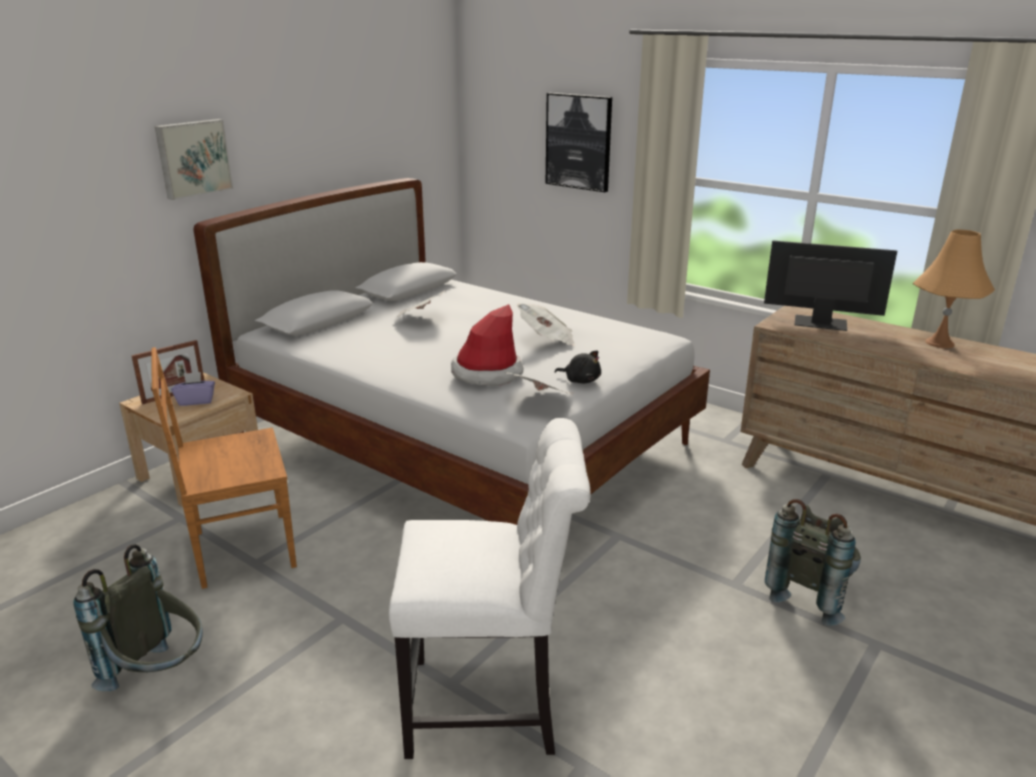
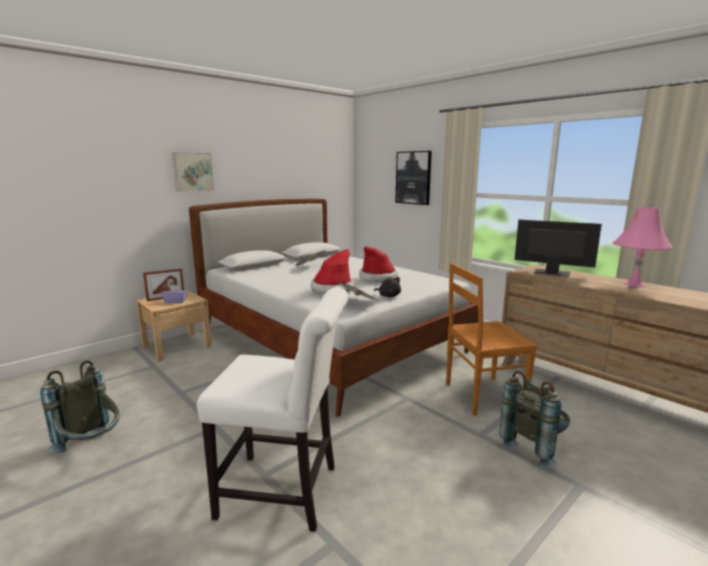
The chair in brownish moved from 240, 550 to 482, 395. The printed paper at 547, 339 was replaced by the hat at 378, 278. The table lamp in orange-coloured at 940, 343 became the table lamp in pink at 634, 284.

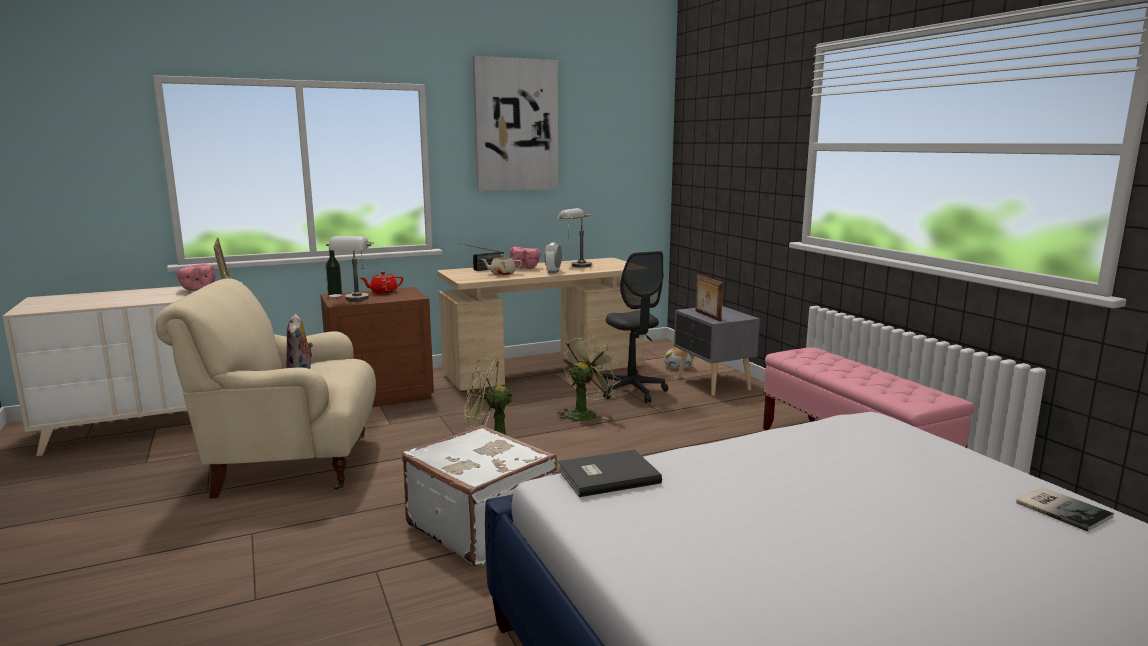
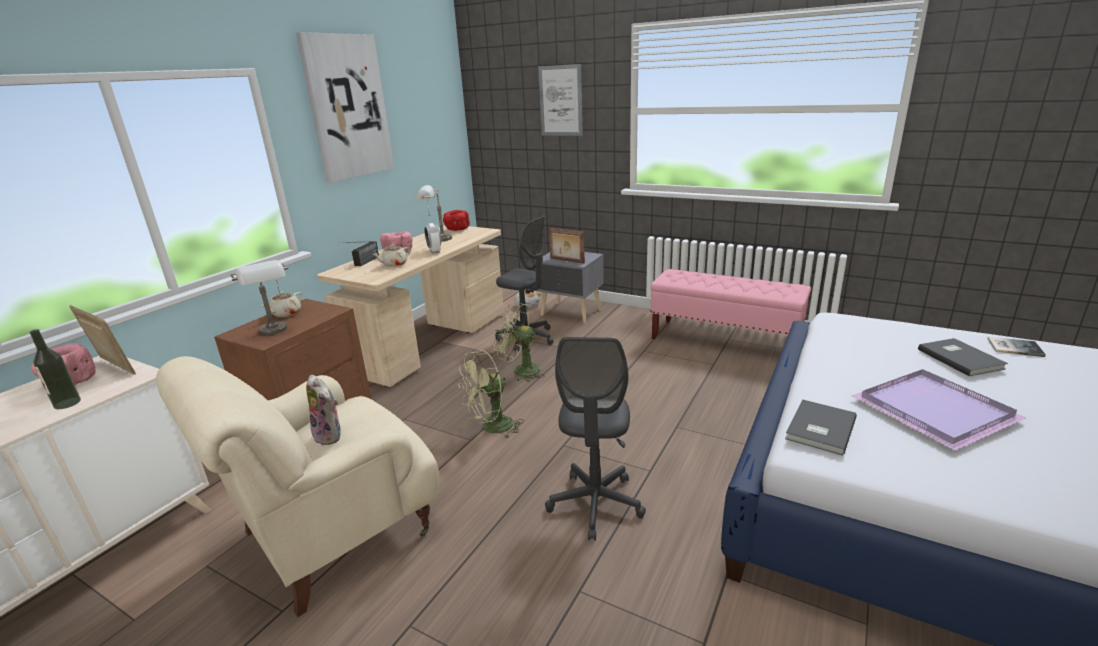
The bowl in red at 457, 229 appeared. The wall art at 561, 101 appeared. The carrying tray in purple at 933, 409 appeared. The bound book in greyish at 960, 358 appeared. The bottle moved from 335, 295 to 67, 403. The suitcase in whitish at 482, 526 was replaced by the office chair in greyish at 595, 504. The teapot in red at 383, 292 became the teapot in beige at 286, 314. The cooling fan in greenish at 585, 413 turned 75 degrees counterclockwise.

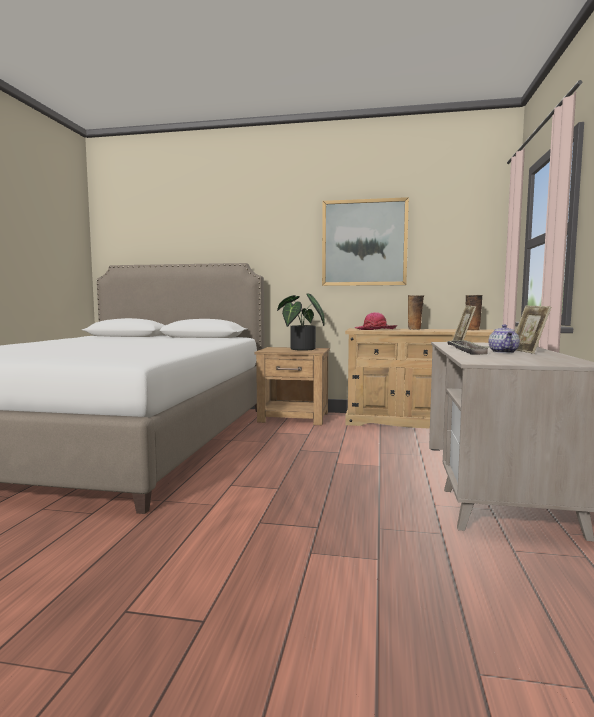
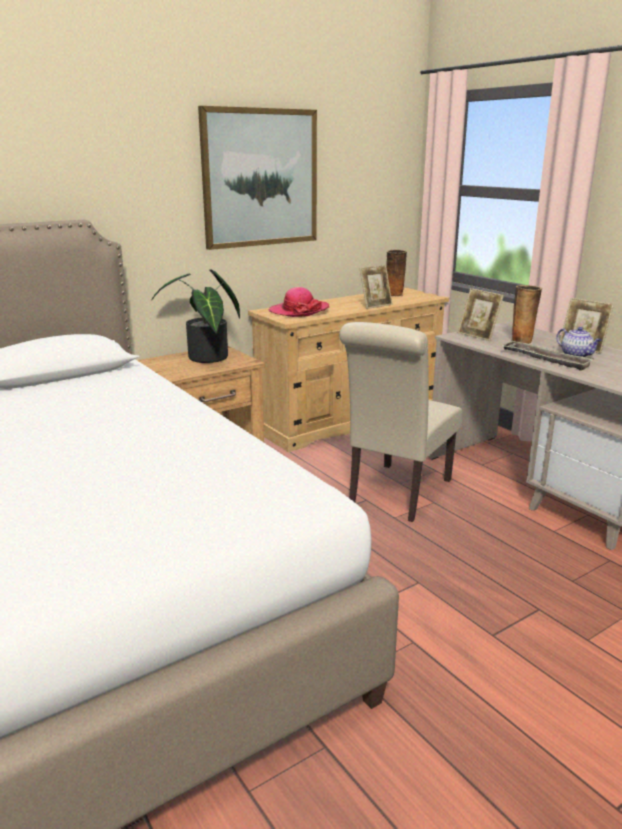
The chair in beige at 396, 494 appeared. The standing frame at 375, 306 appeared. The flower vase moved from 415, 329 to 522, 341.

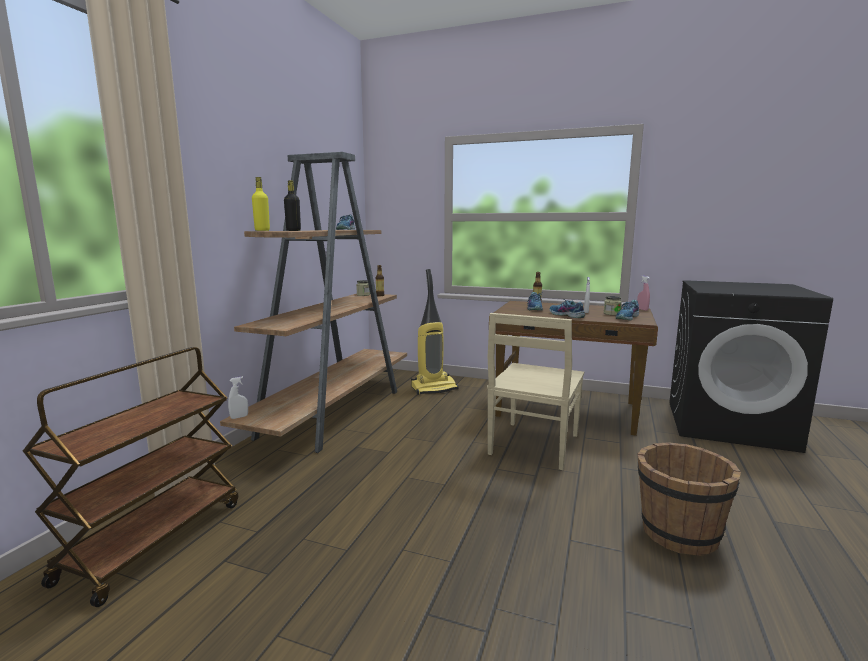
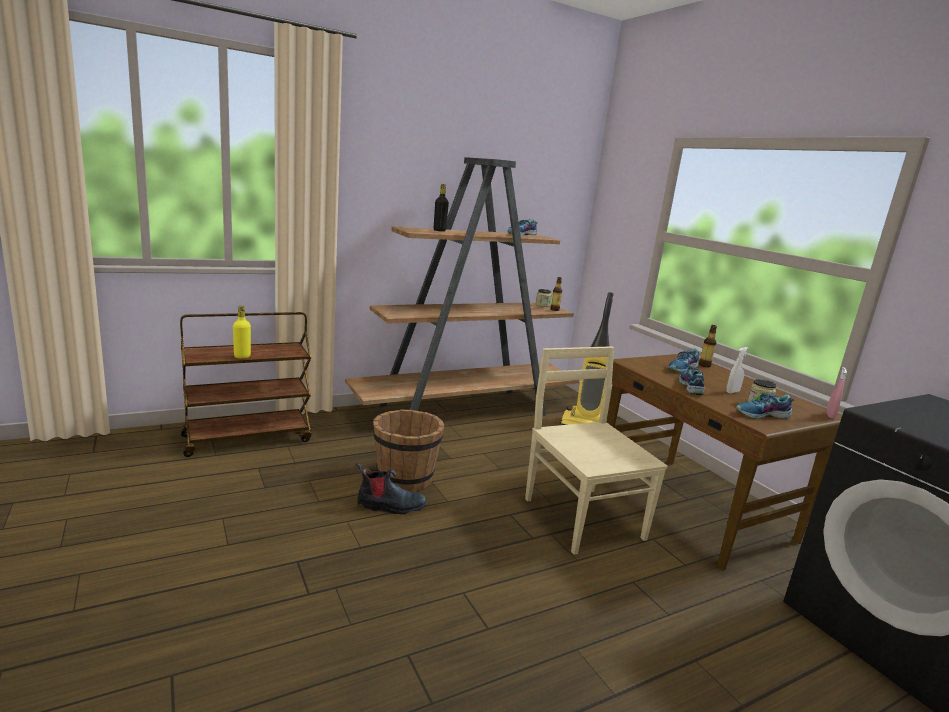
The sprayer in whitish at 239, 417 disappeared. The boot at 390, 506 appeared. The bottle in yellow-coloured moved from 262, 230 to 242, 356. The water bucket in brownish moved from 678, 533 to 405, 478. The chair in beige at 533, 445 turned 90 degrees clockwise.

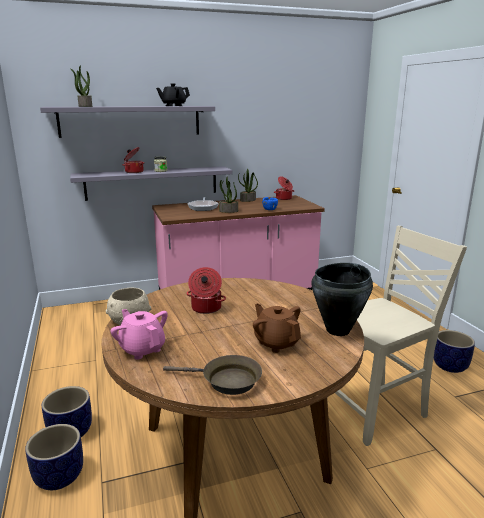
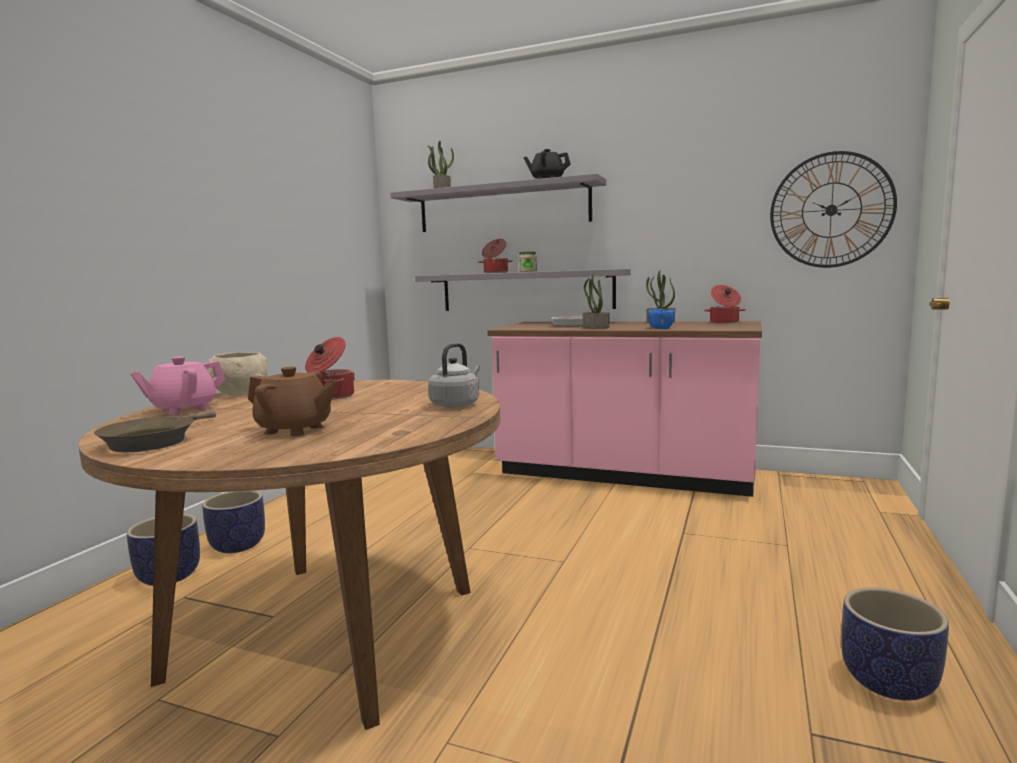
The saucepot in black at 338, 330 disappeared. The chair in beige at 375, 410 disappeared. The water kettle in greyish at 456, 404 appeared. The clock on the wall at 831, 210 appeared. The teapot in pink at 142, 349 turned 135 degrees counterclockwise. The frying pan in brownish at 226, 381 turned 45 degrees clockwise. The teapot in brownish at 276, 343 turned 105 degrees clockwise.

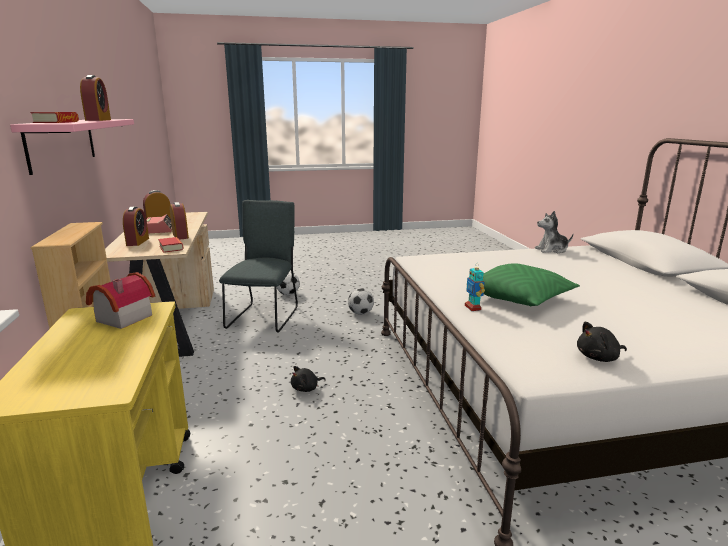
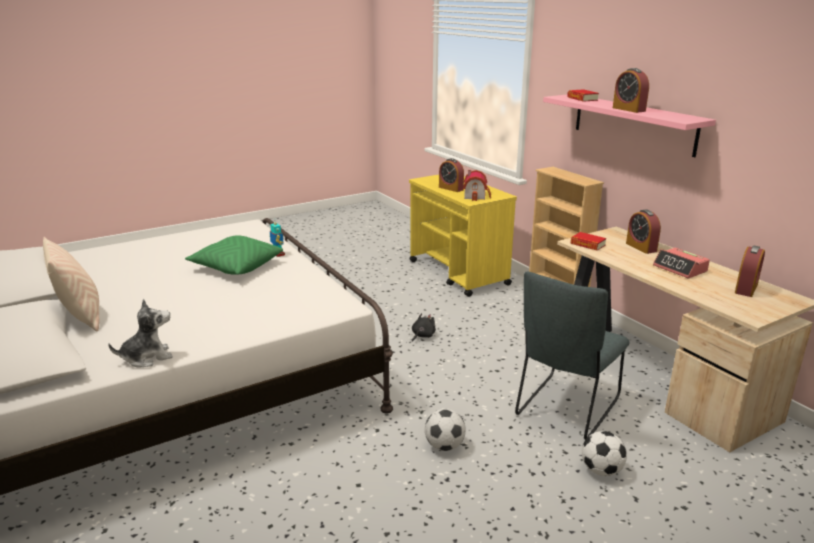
The soft toy in black at 599, 358 disappeared. The cushion in beige at 81, 317 appeared. The bedside clock moved from 180, 236 to 451, 188. The chair in greyish at 264, 316 turned 45 degrees clockwise.

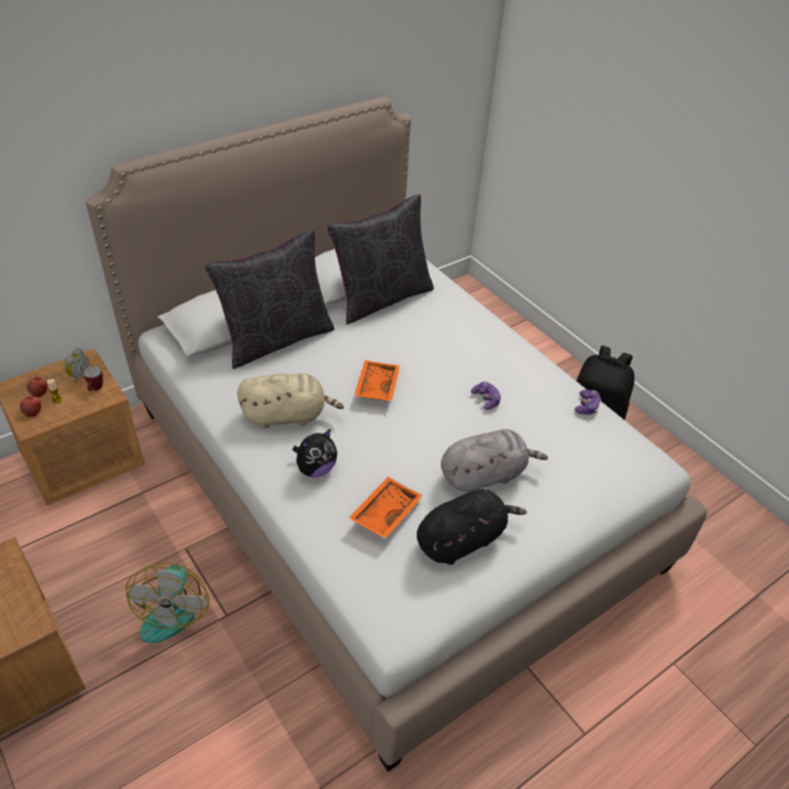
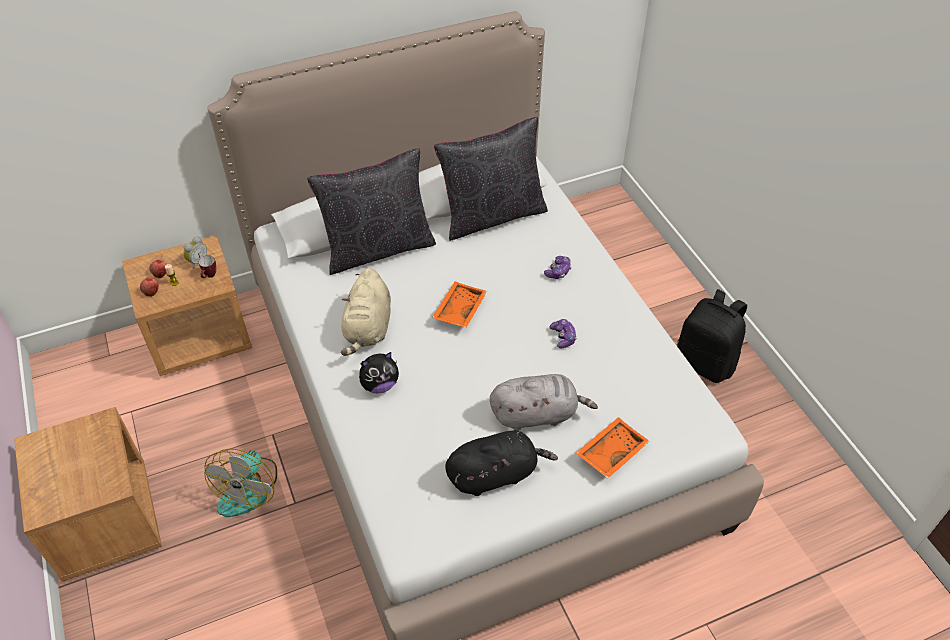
The carrying tray in orange-coloured moved from 384, 512 to 610, 452. The gamepad moved from 586, 406 to 558, 271. The soft toy in beige at 288, 415 turned 90 degrees clockwise.

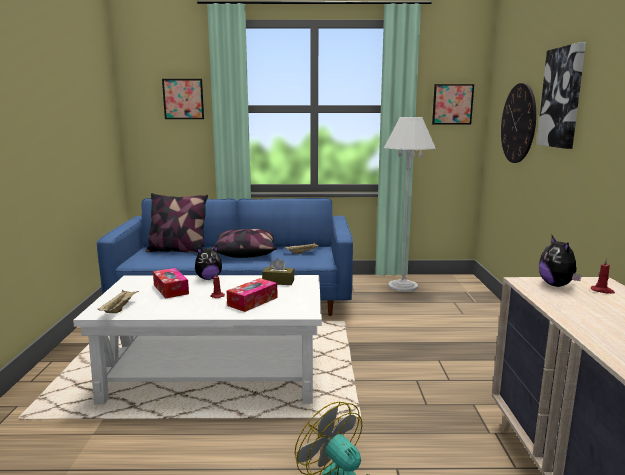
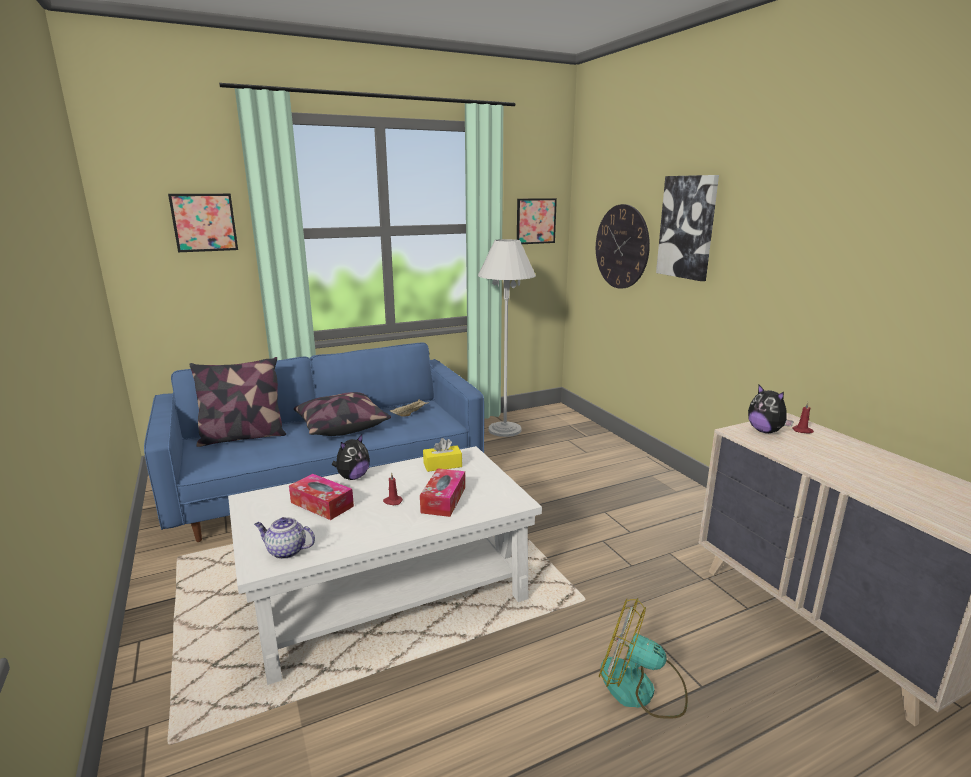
The carrying tray in beige at 119, 309 was replaced by the teapot at 285, 551. The tissue holder in brownish at 278, 282 became the tissue holder in yellow-coloured at 442, 465.

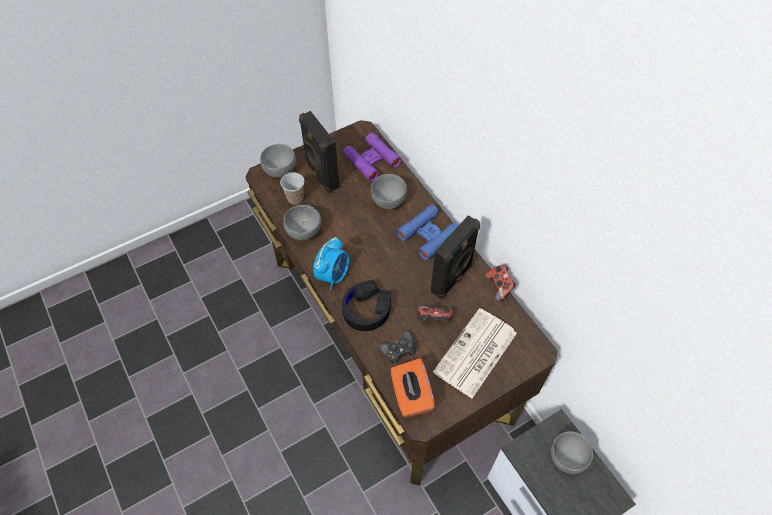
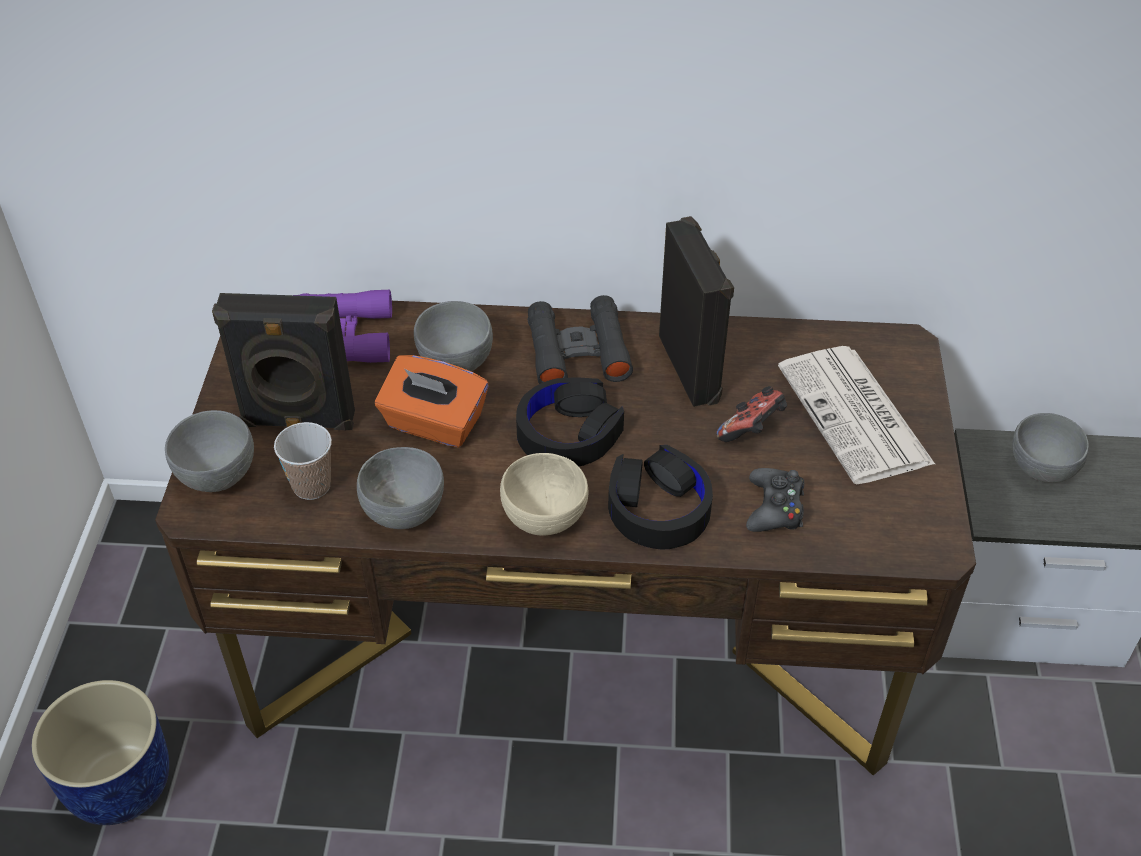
The gamepad at 499, 287 disappeared. The planter in blue-coloured at 121, 782 appeared. The pair of headphones in black at 568, 433 appeared. The tissue holder in orange-coloured moved from 411, 396 to 434, 423. The bedside clock at 333, 275 was replaced by the bowl in beige at 543, 518. The pair of binoculars in blue-coloured at 428, 235 became the pair of binoculars in black at 578, 351.

